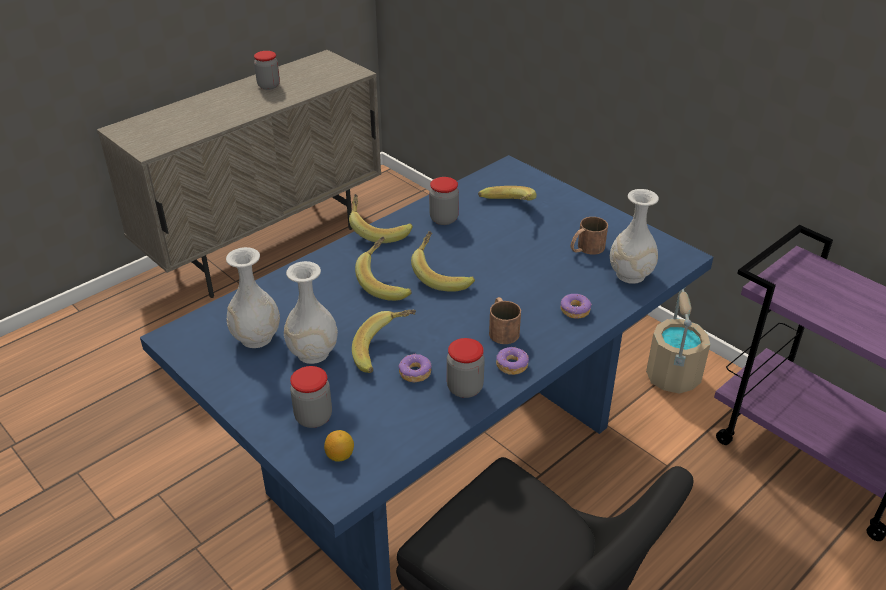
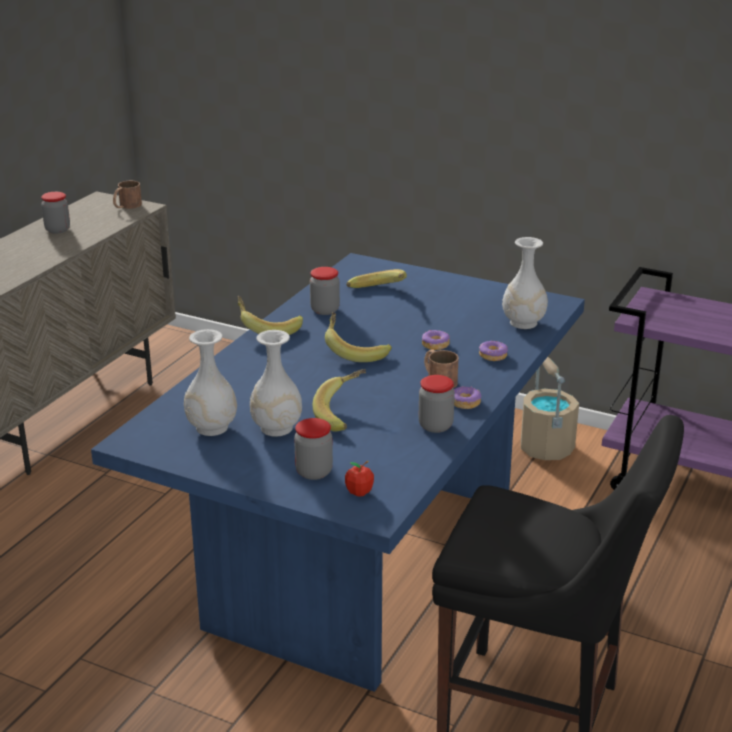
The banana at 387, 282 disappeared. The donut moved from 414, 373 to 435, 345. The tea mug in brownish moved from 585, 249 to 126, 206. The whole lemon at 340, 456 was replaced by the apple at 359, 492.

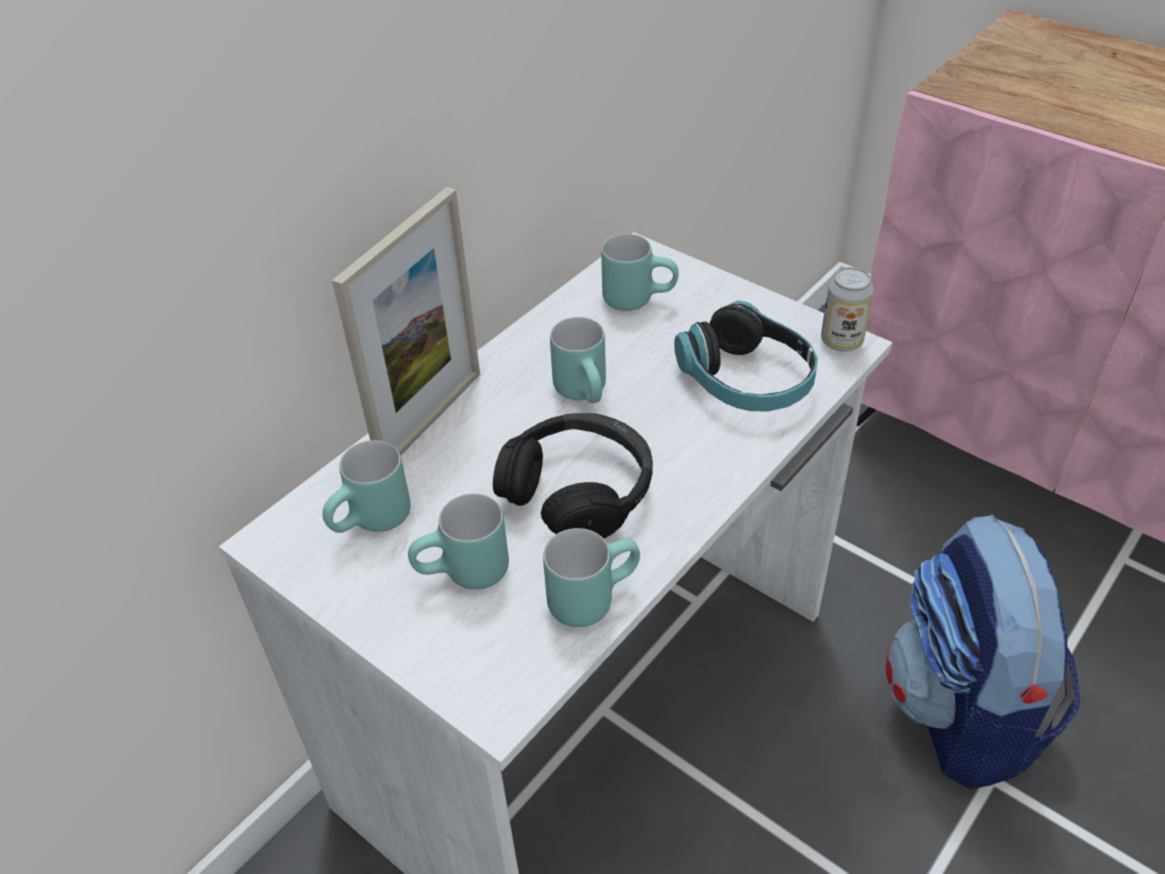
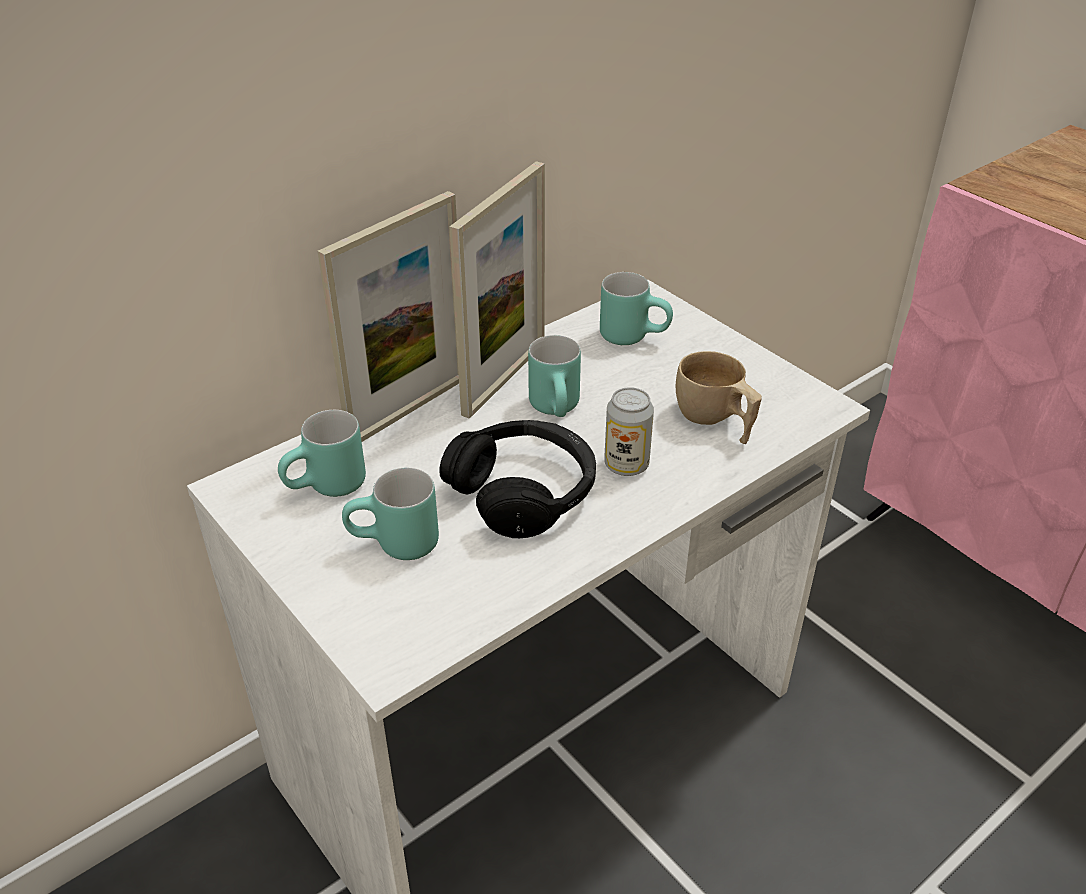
The tea mug in turquoise-coloured at 591, 595 disappeared. The knapsack at 962, 712 disappeared. The standing frame at 504, 378 appeared. The metal can moved from 841, 341 to 626, 465. The pair of headphones at 746, 380 was replaced by the small cup in beige at 715, 421.

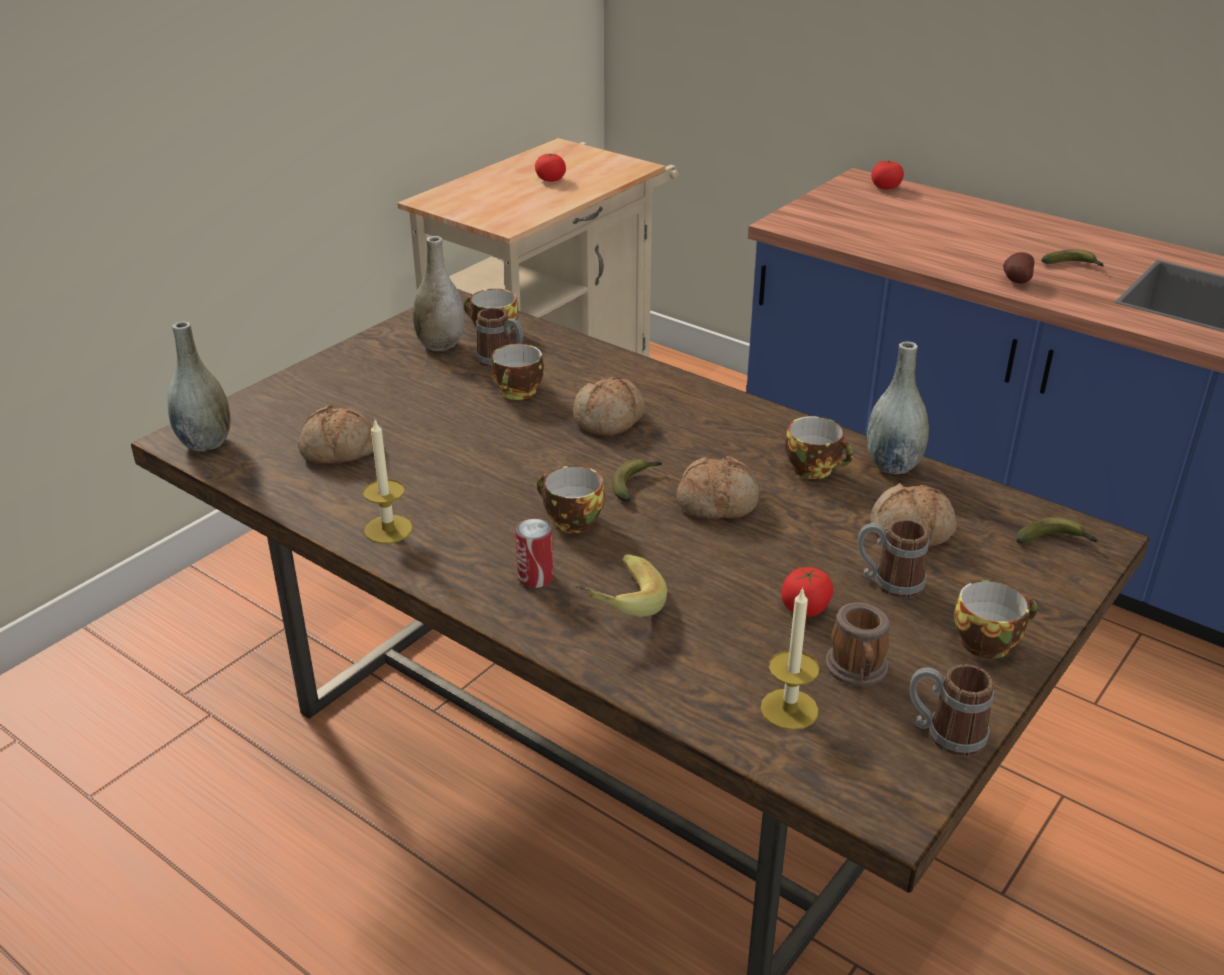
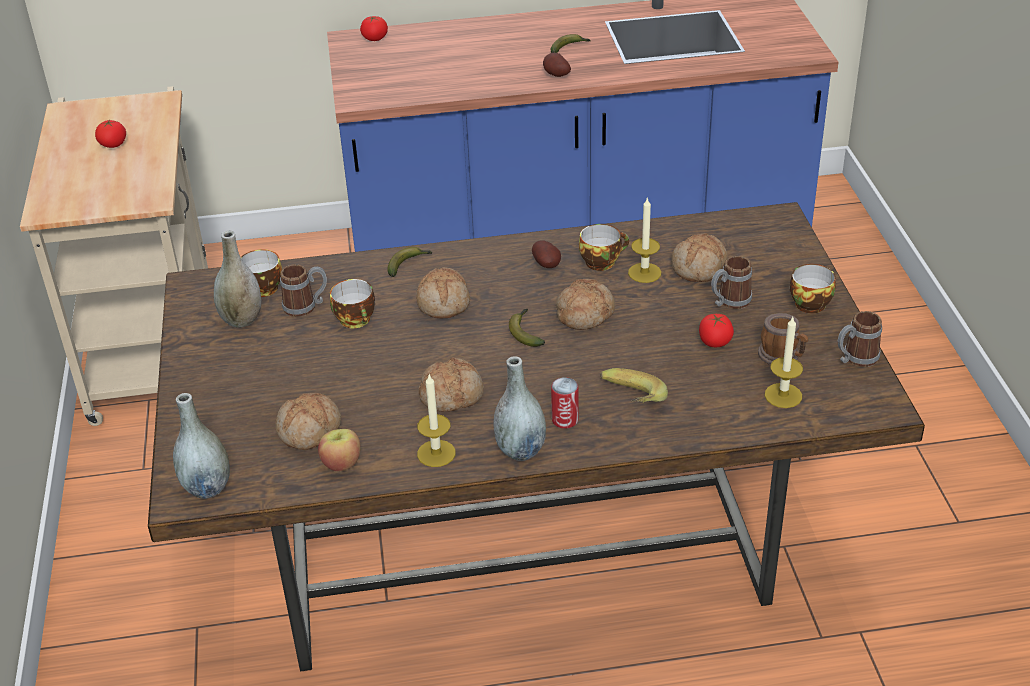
The small cup at 570, 521 disappeared. The apple at 341, 463 appeared. The bread at 452, 394 appeared. The potato at 547, 265 appeared. The wax candle at 644, 273 appeared. The flower vase in greyish moved from 893, 465 to 520, 451. The banana moved from 1055, 541 to 408, 265.

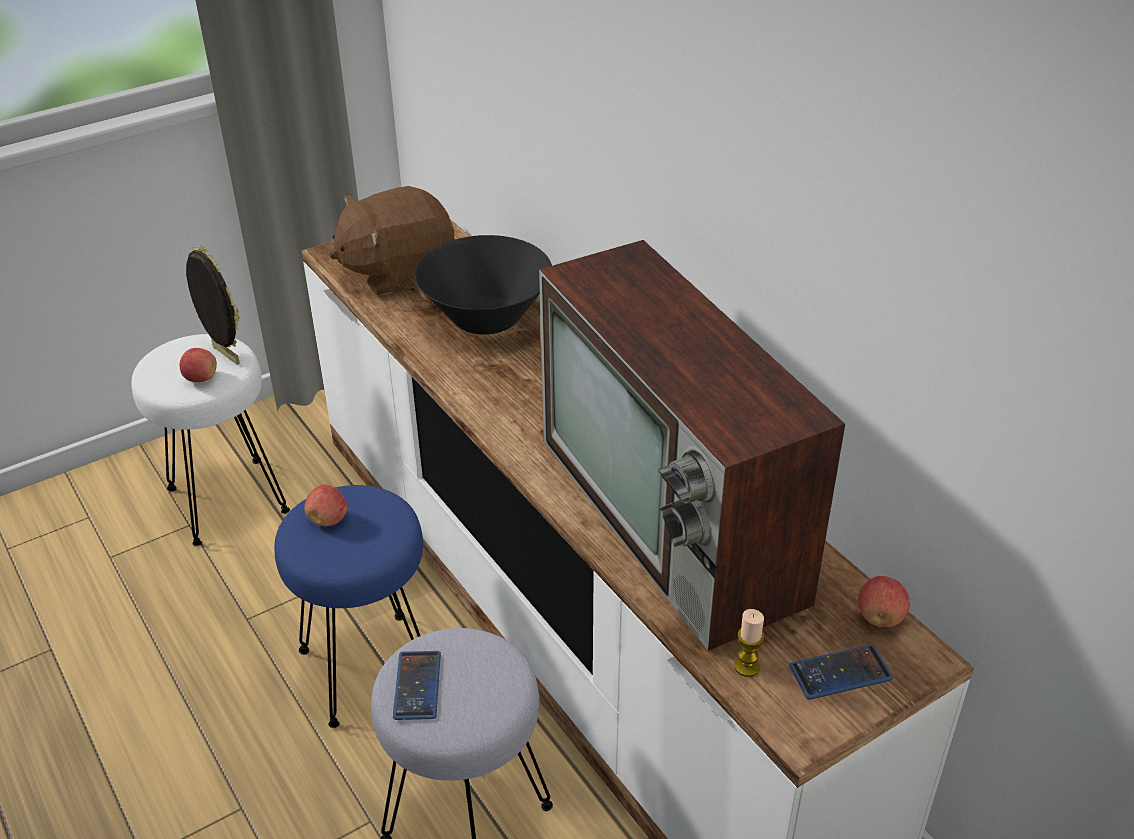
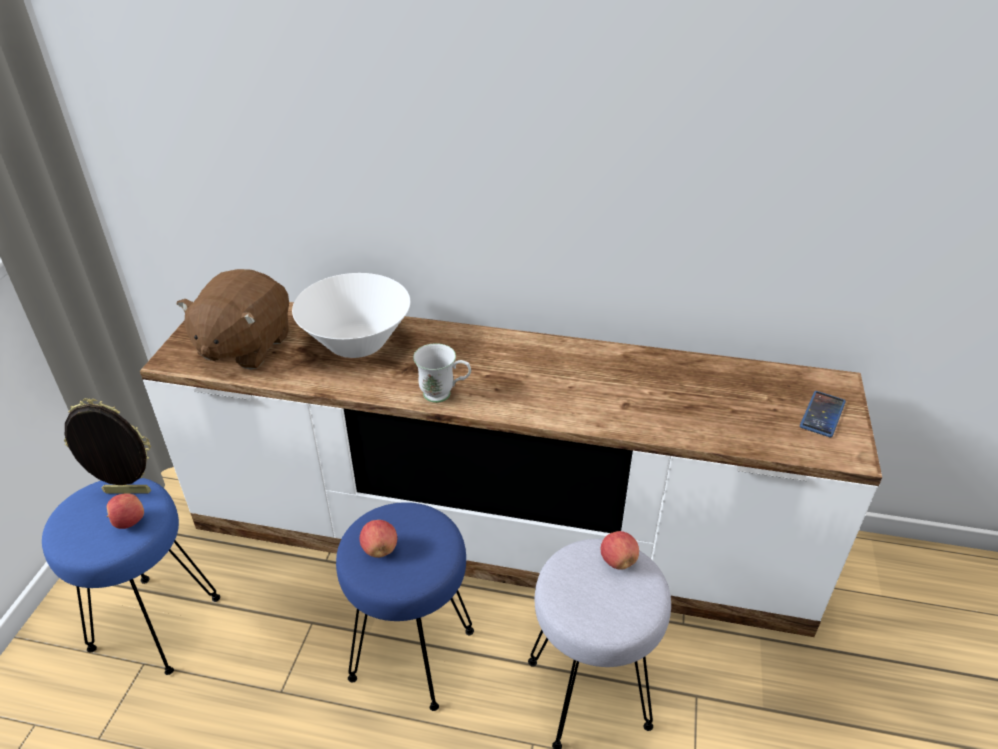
The handset at 417, 686 disappeared. The TV set at 674, 521 disappeared. The wax candle at 746, 666 disappeared. The tea mug in whitish at 444, 395 appeared. The apple moved from 880, 617 to 618, 561. The stool in whitish at 226, 501 became the stool in blue-coloured at 154, 625. The bowl in black at 486, 318 became the bowl in whitish at 357, 343.

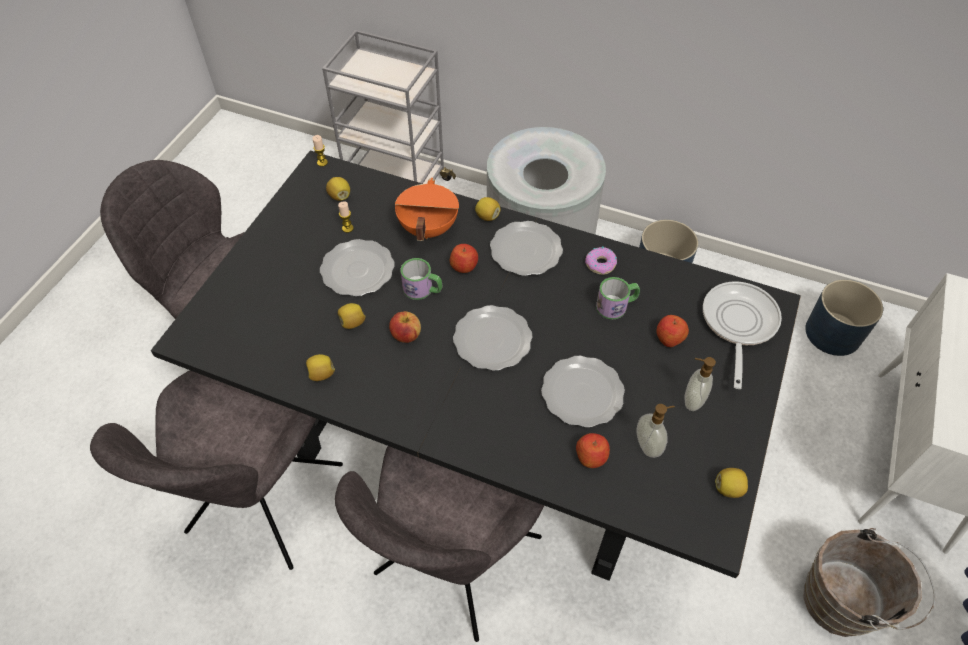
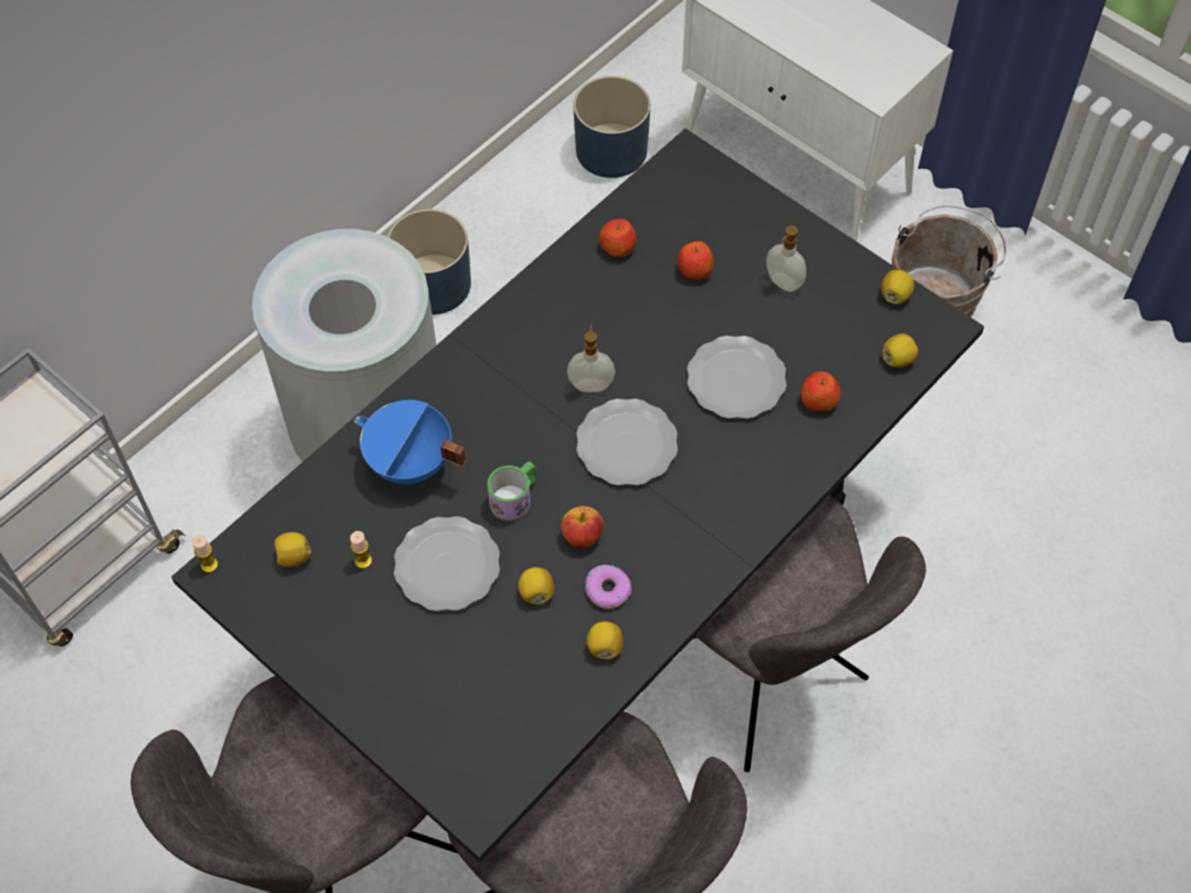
The plate at 526, 250 disappeared. The tea mug at 616, 305 disappeared. The frying pan at 737, 324 disappeared. The apple moved from 464, 266 to 617, 247. The whole lemon moved from 487, 216 to 898, 359. The donut moved from 601, 264 to 607, 589. The liquid soap bottle moved from 648, 445 to 591, 384. The saucepot in orange-coloured at 427, 228 became the saucepot in blue-coloured at 410, 464.

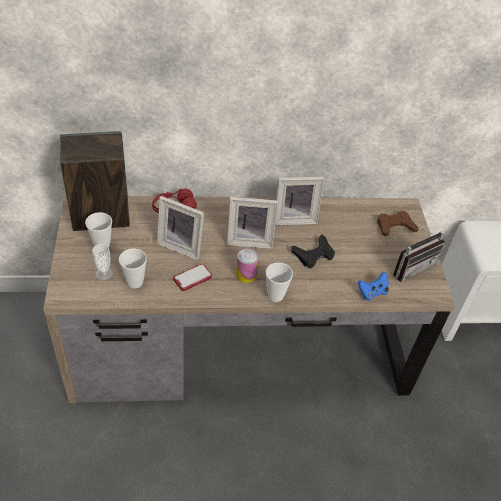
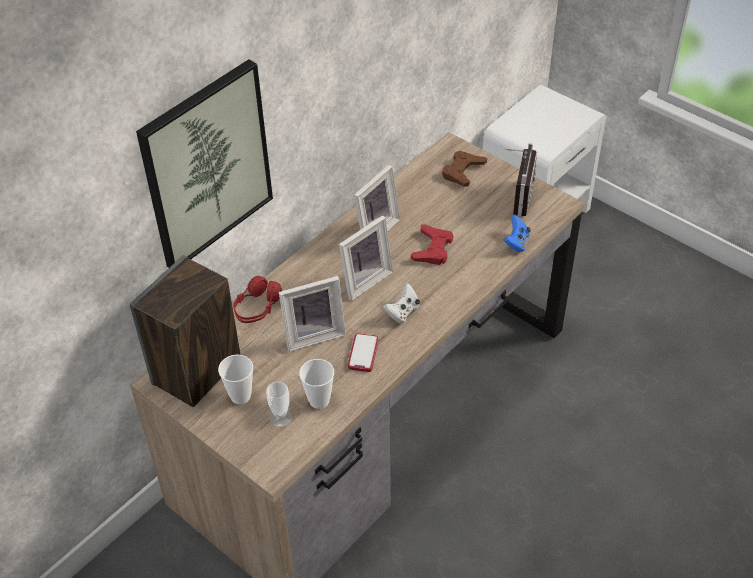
The small cup at 275, 295 disappeared. The wall art at 206, 165 appeared. The metal can at 246, 275 was replaced by the gamepad in whitish at 402, 312. The gamepad in black at 313, 255 became the gamepad in red at 432, 249.

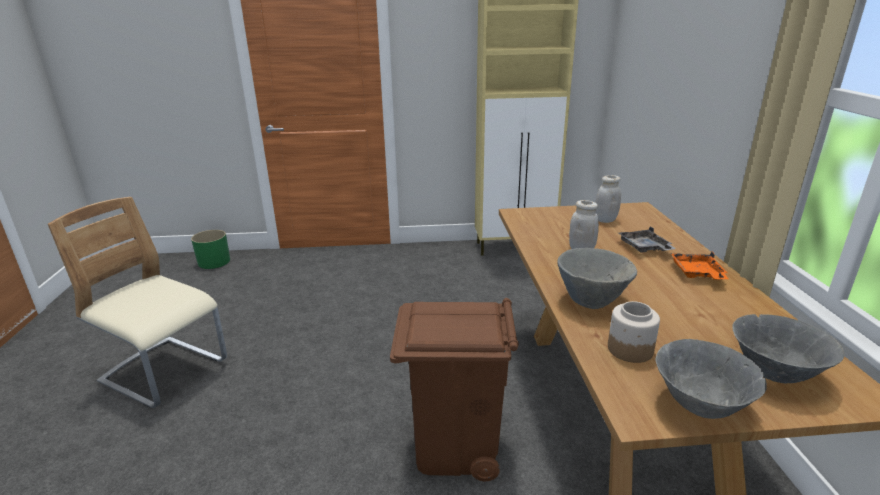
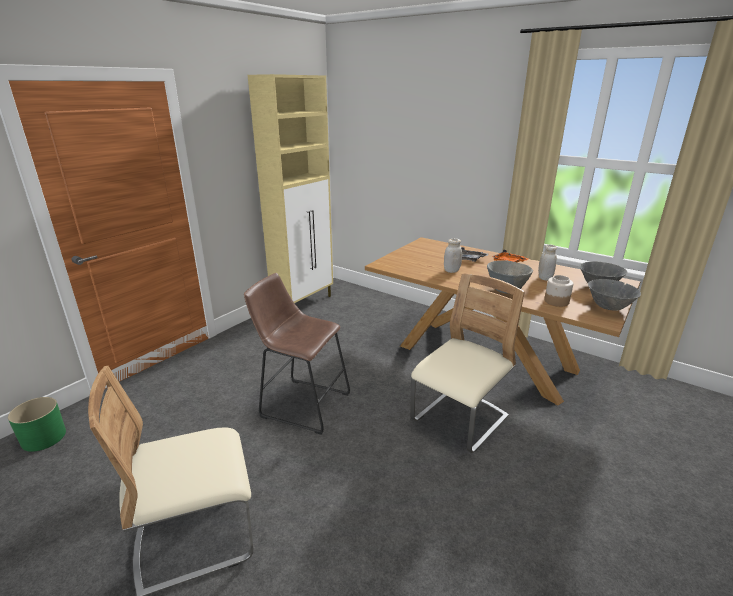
The stool in brownish at 301, 403 appeared. The jar in whitish moved from 605, 220 to 545, 278. The trash can in brownish at 455, 447 was replaced by the chair in beige at 459, 420.

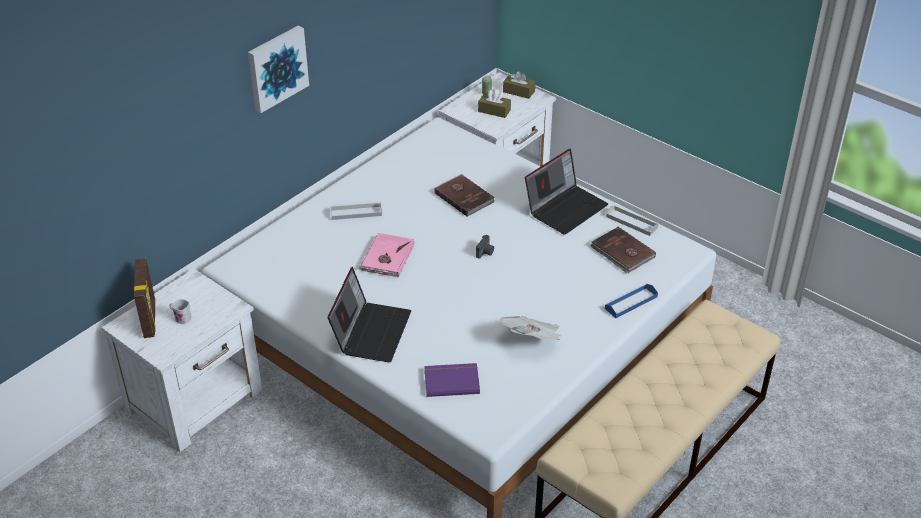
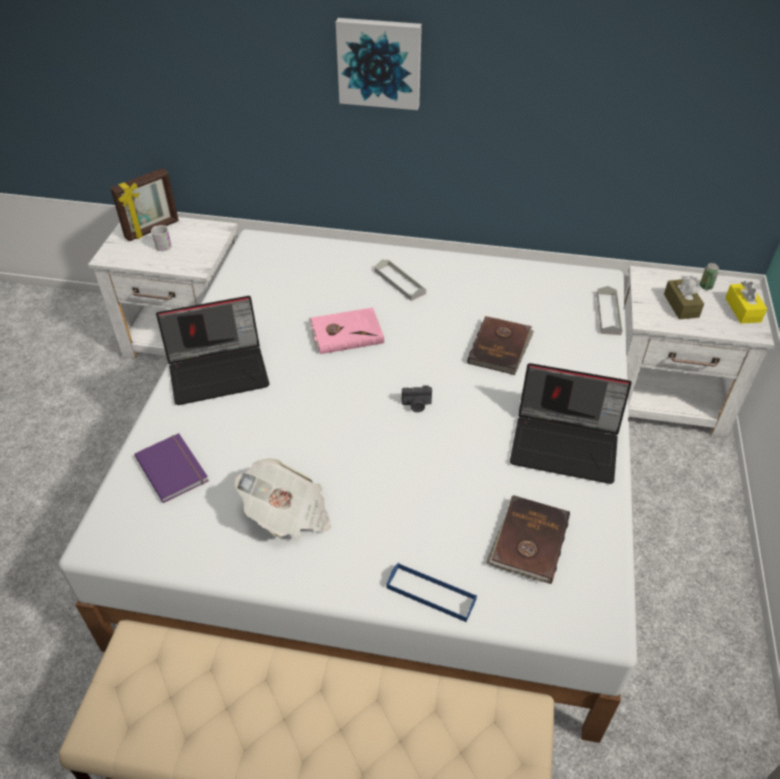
The carrying tray in greyish moved from 631, 222 to 608, 313. The tissue holder in brownish at 518, 91 became the tissue holder in yellow-coloured at 742, 310.

